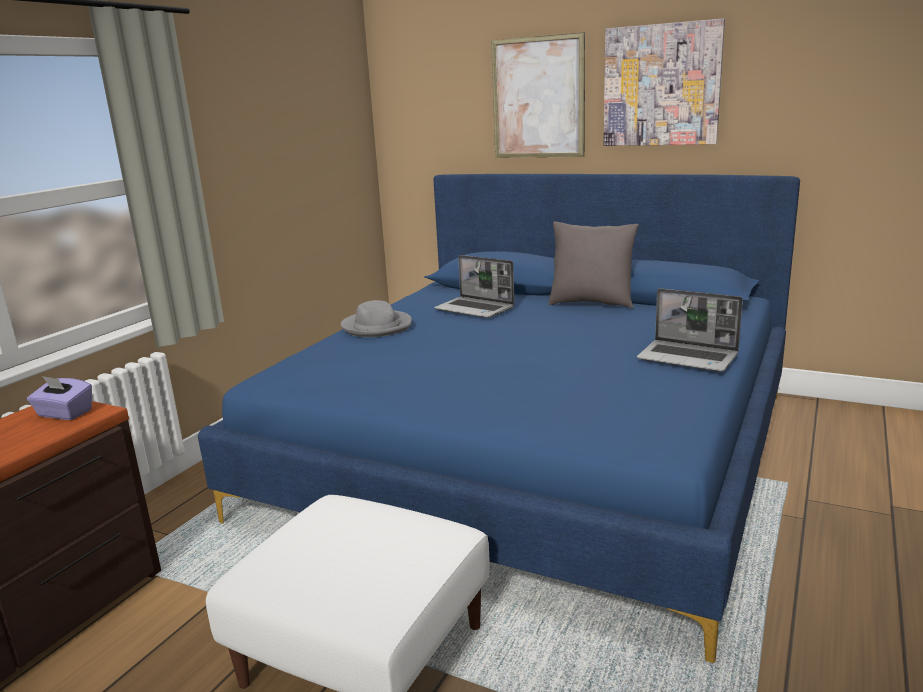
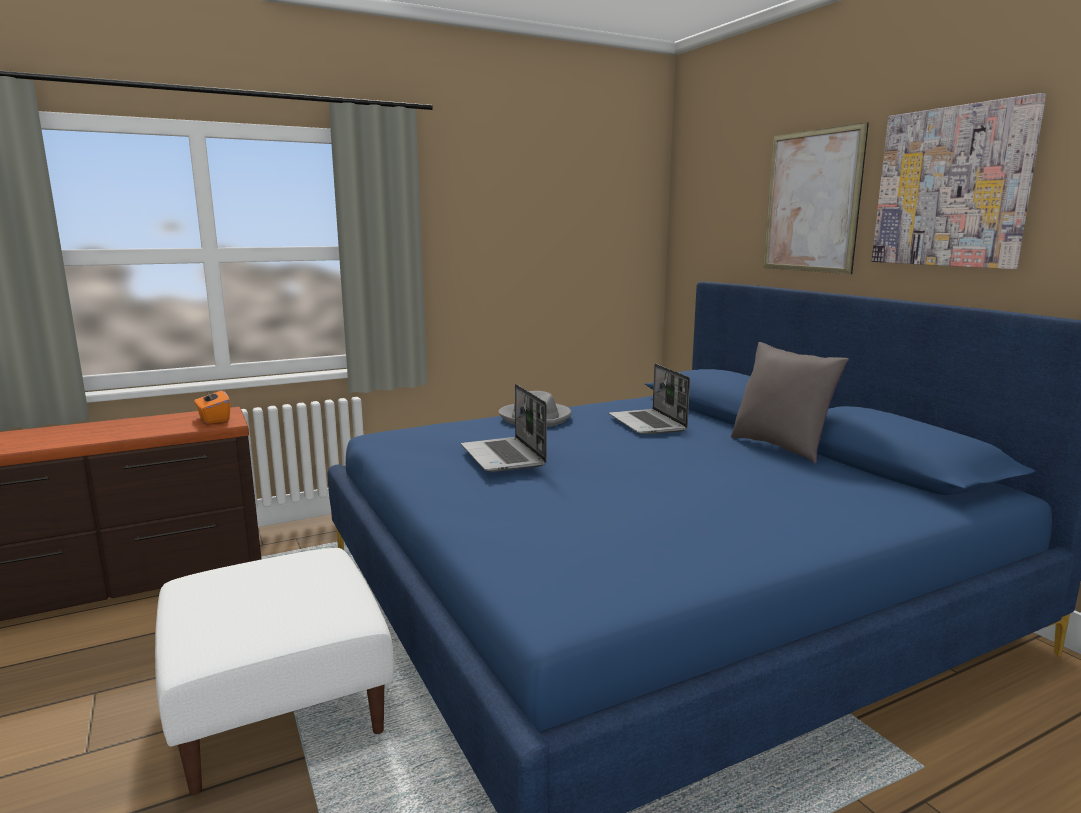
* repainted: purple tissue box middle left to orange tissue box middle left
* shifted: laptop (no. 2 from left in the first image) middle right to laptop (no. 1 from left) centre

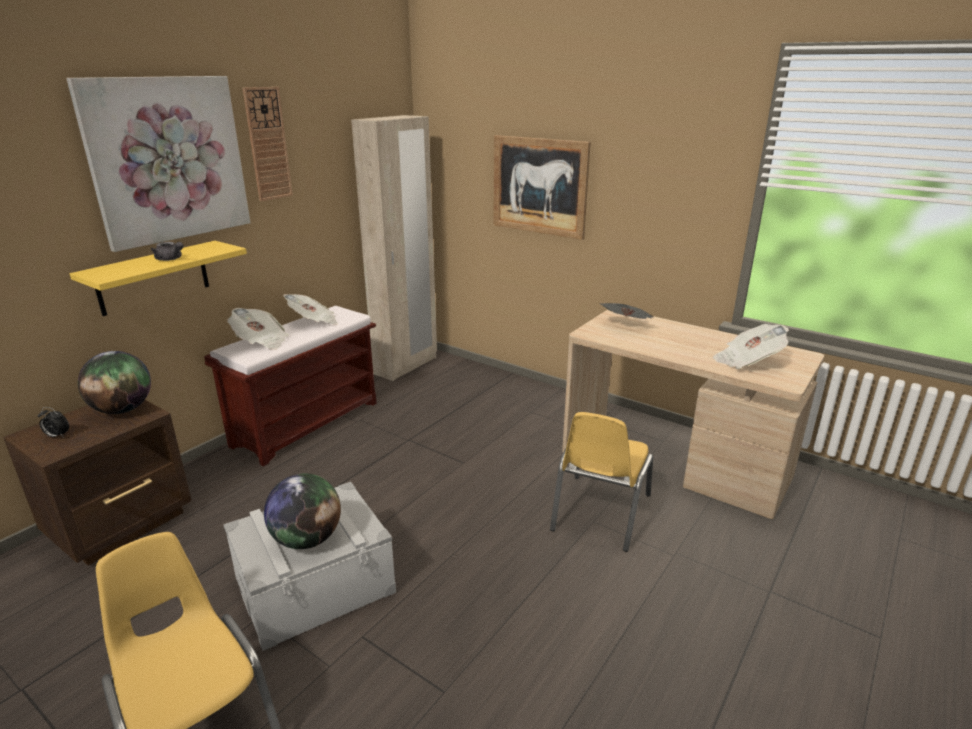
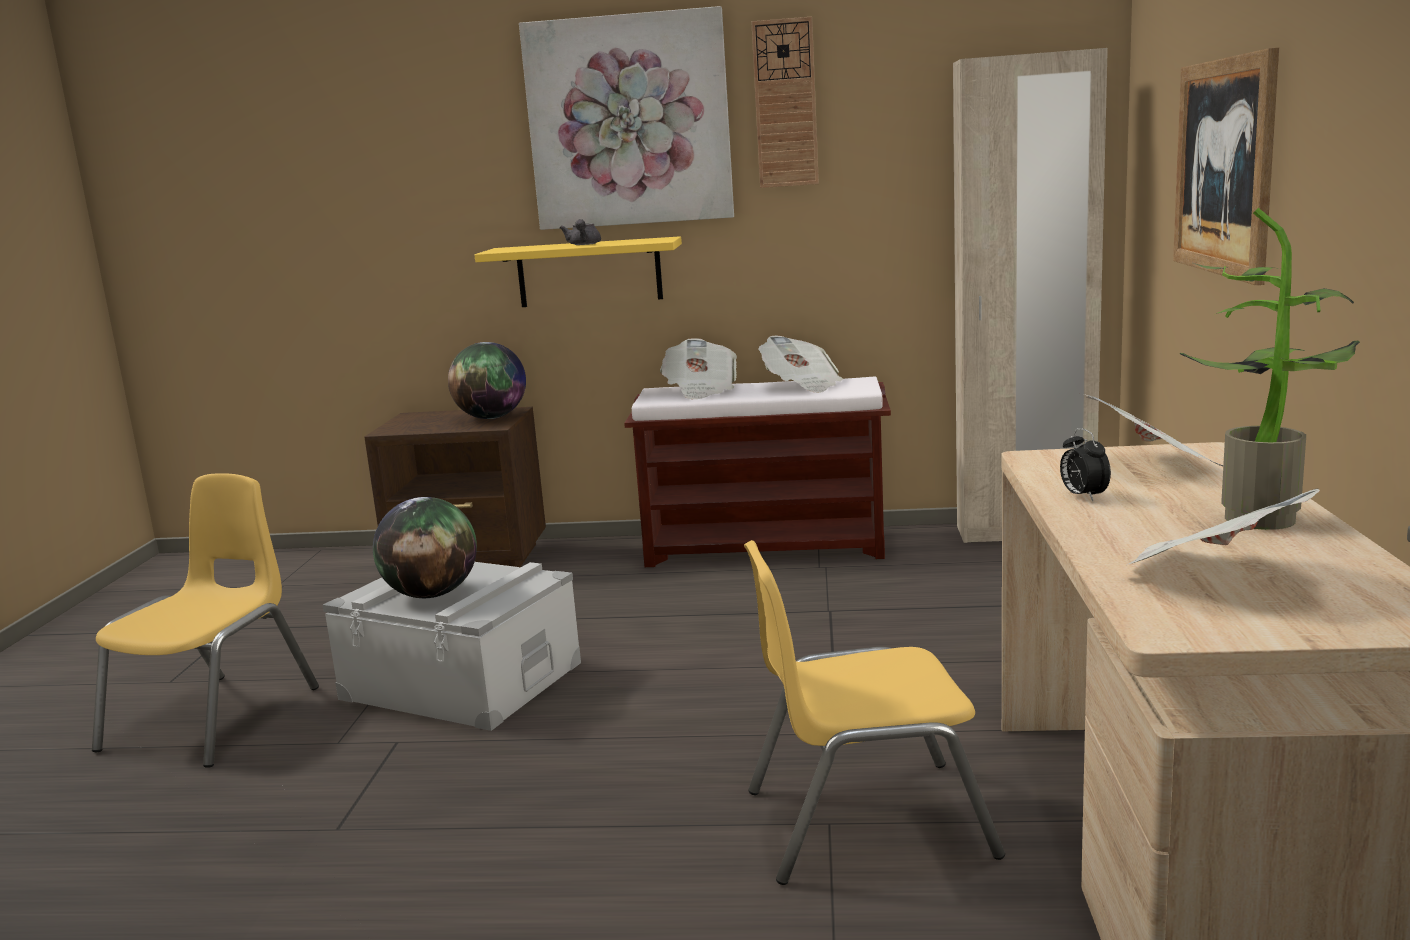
* shifted: alarm clock middle left to middle right
* new: potted plant middle right

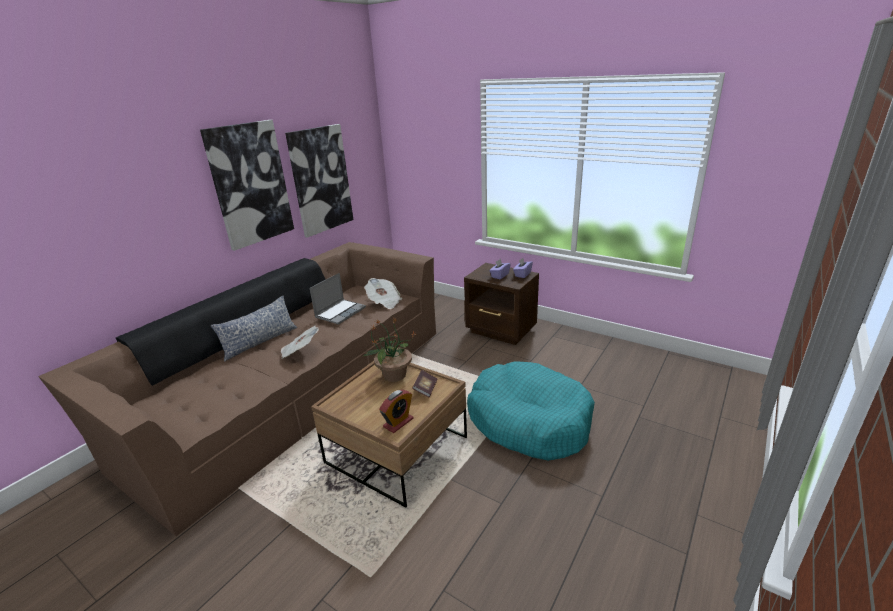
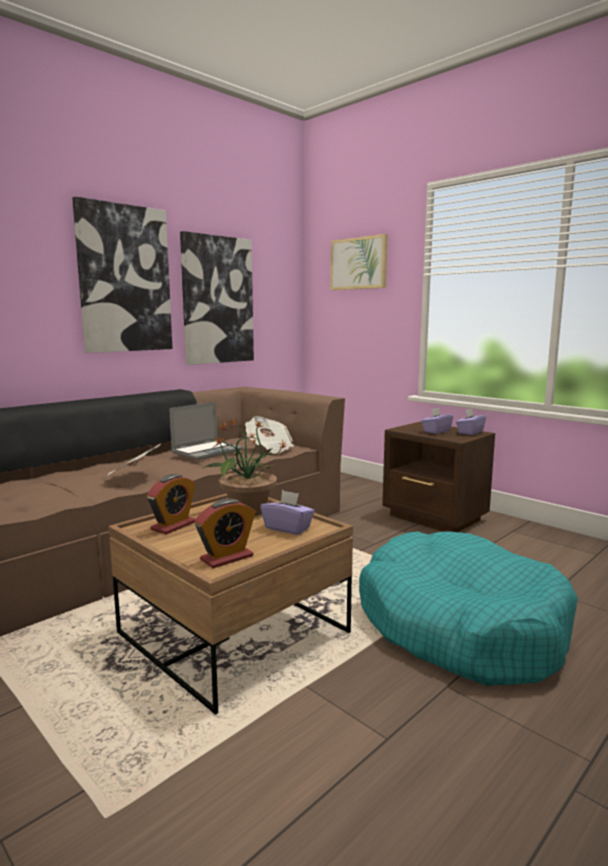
* new: alarm clock (no. 1 from left) middle left
* swapped: book centre to purple tissue box (no. 1 from left) centre
* new: picture (no. 3 from left) top centre
* gone: pillow middle left

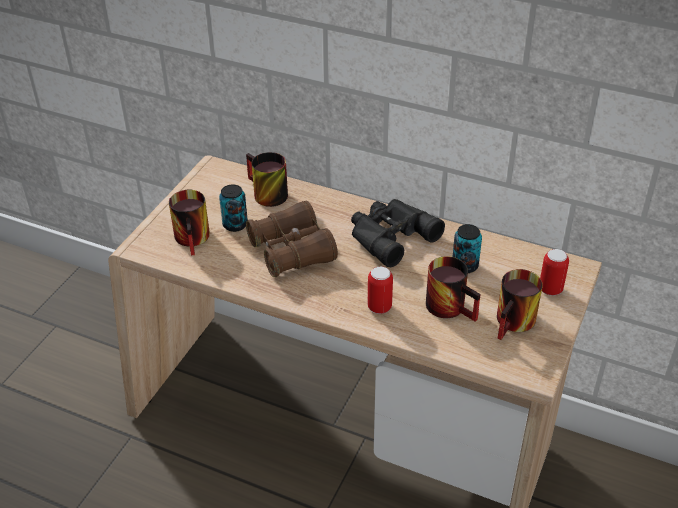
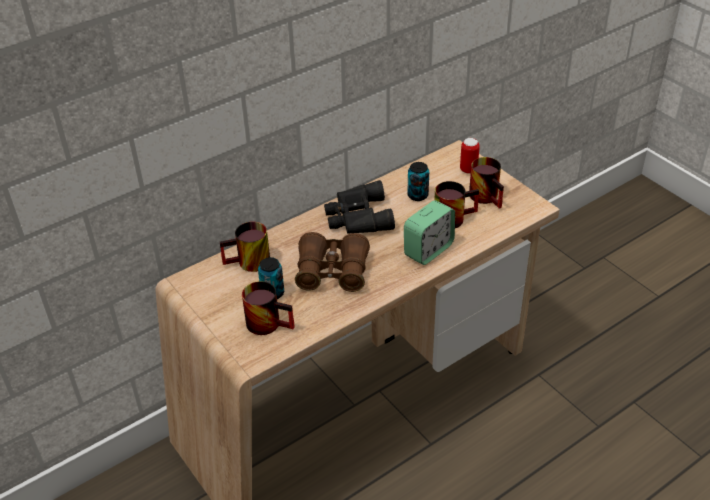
* swapped: can (no. 2 from left) centre to alarm clock centre

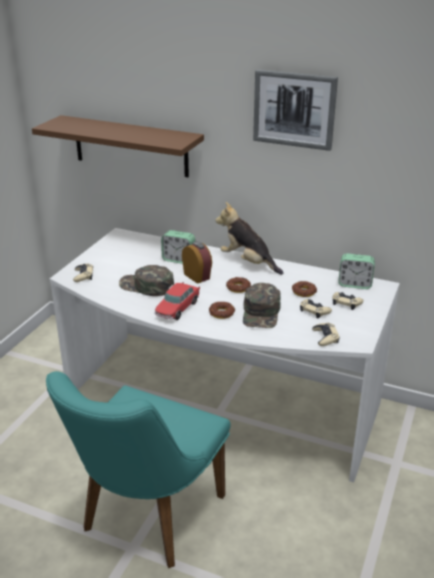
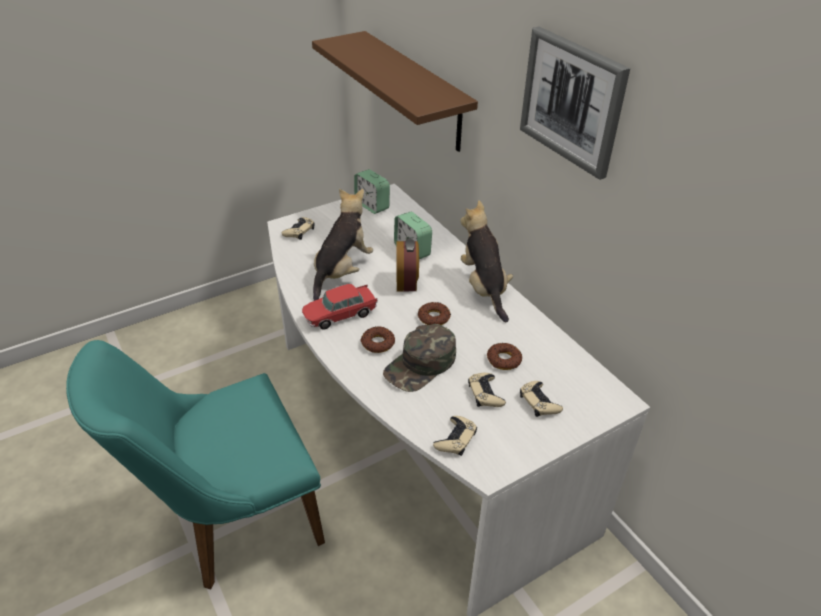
* swapped: green cap (no. 1 from left) centre to plush toy (no. 1 from left) centre
* shifted: alarm clock (no. 3 from left in the first image) middle right to alarm clock (no. 1 from left) top centre

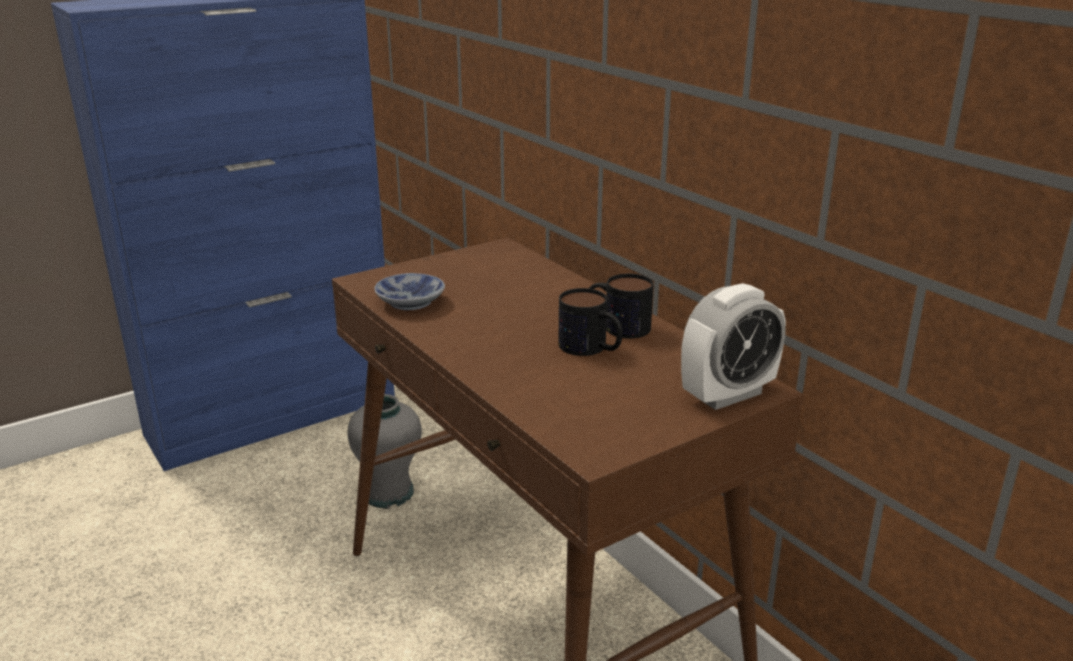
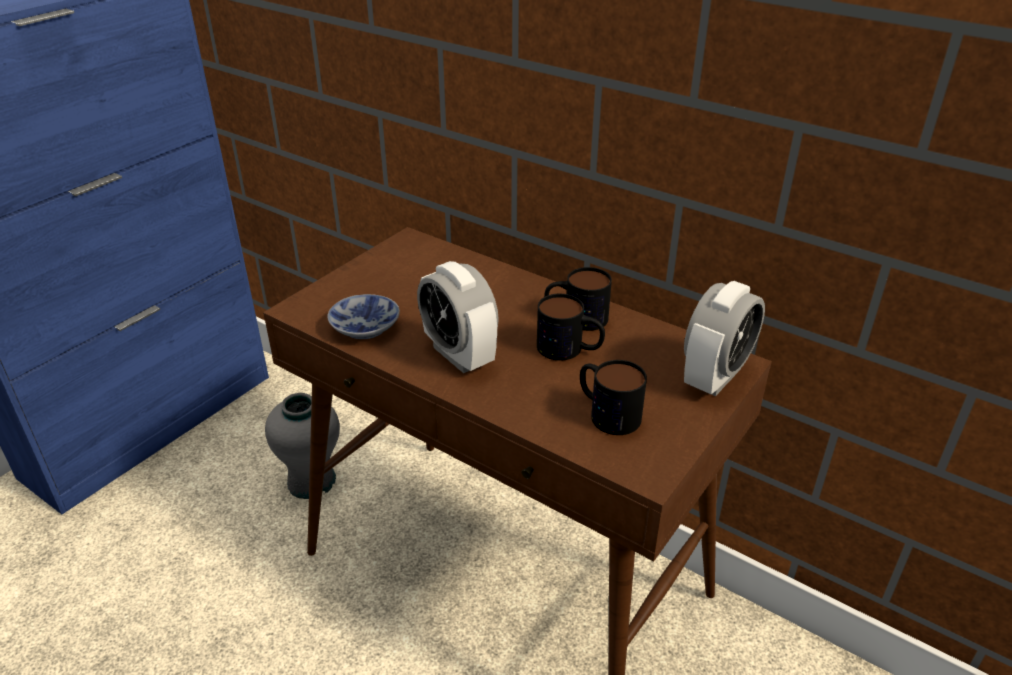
* new: alarm clock (no. 1 from left) centre
* new: mug (no. 3 from left) centre

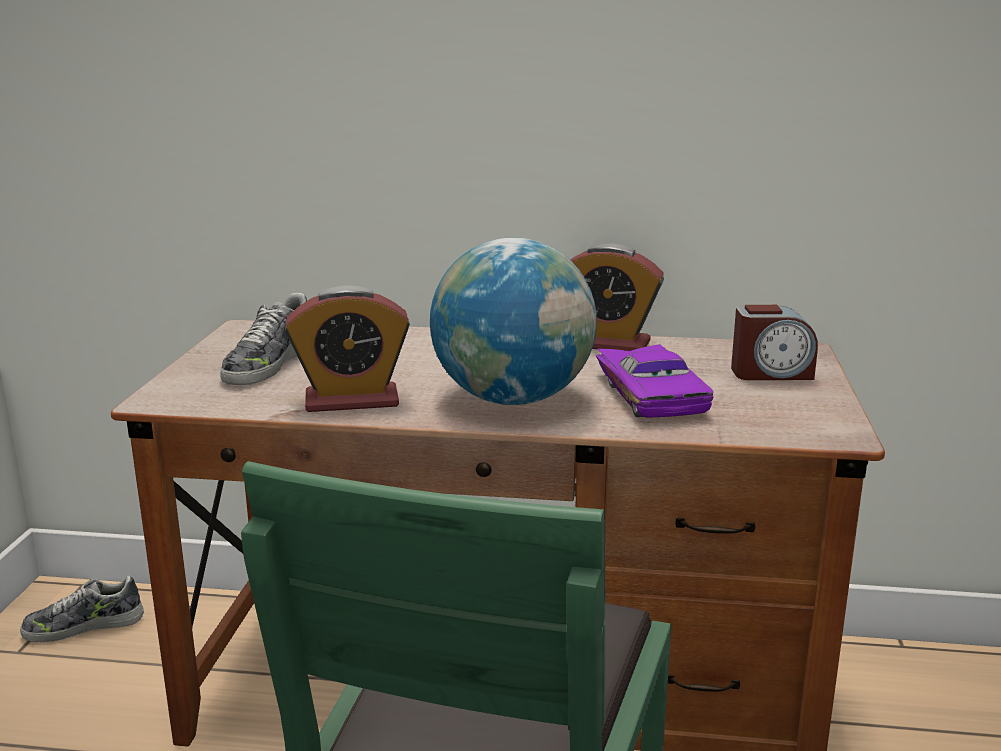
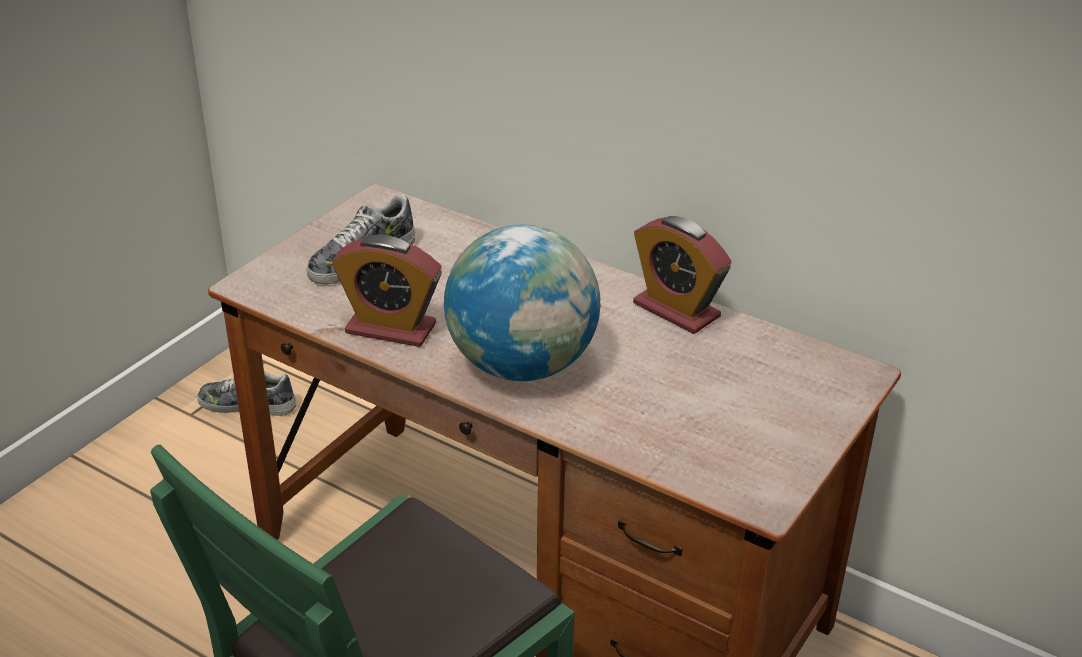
* gone: purple toy car centre
* gone: alarm clock (no. 3 from left) middle right

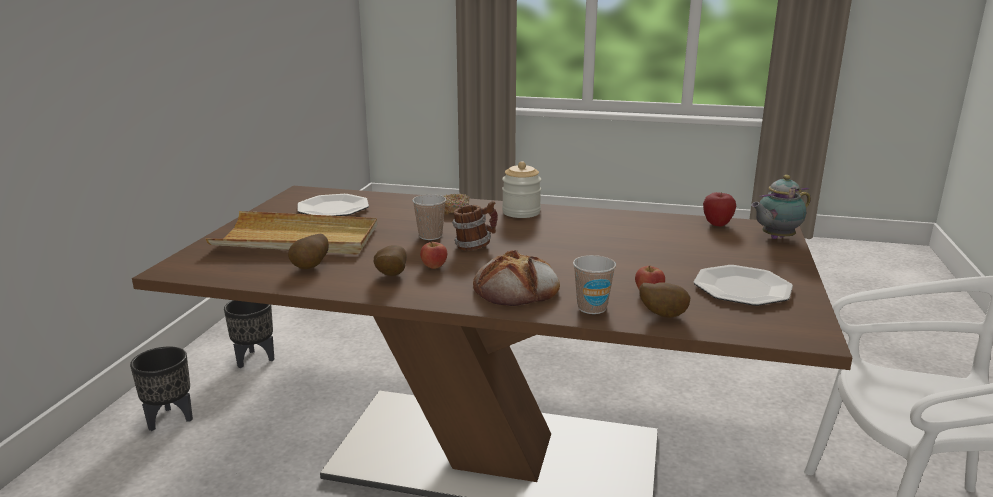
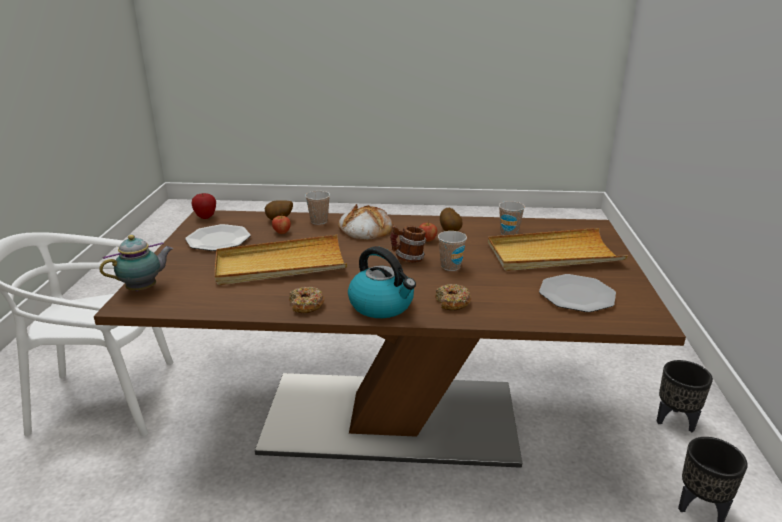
* shifted: apple (no. 3 from left in the first image) middle right to apple (no. 1 from left) middle left
* new: beige tray (no. 1 from left) centre
* new: donut (no. 1 from left) centre
* swapped: jar centre to kettle centre
* swapped: potato (no. 1 from left) middle left to cup (no. 3 from left) centre

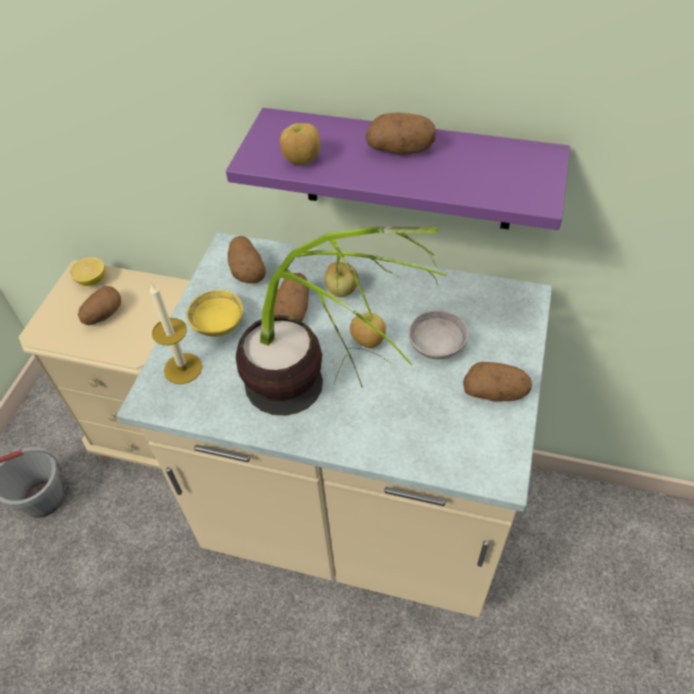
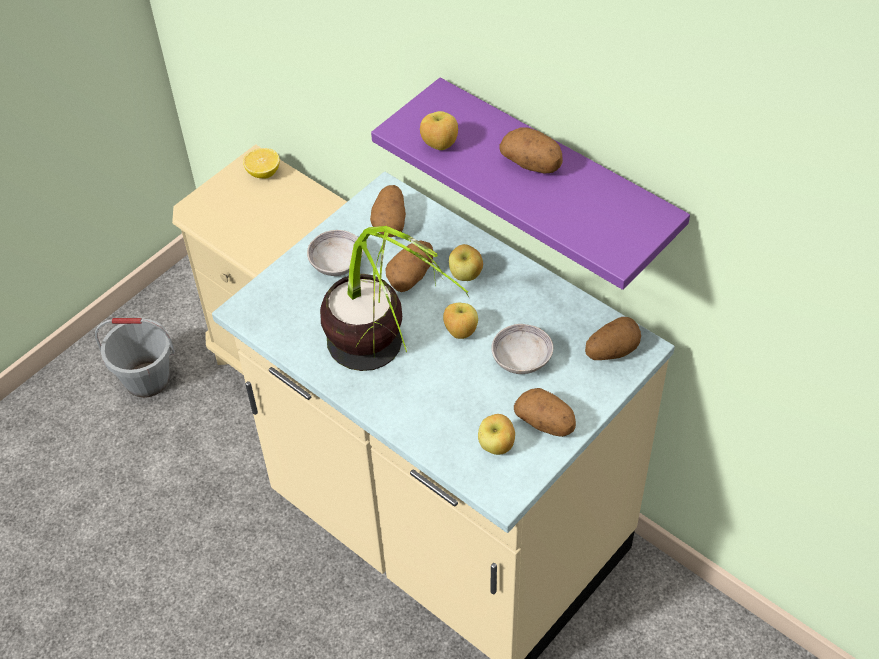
* repainted: yellow bowl middle left to grey bowl (no. 1 from left) centre
* new: apple (no. 4 from left) centre
* shifted: potato (no. 1 from left in the first image) middle left to potato (no. 5 from left) middle right
* gone: candle middle left

